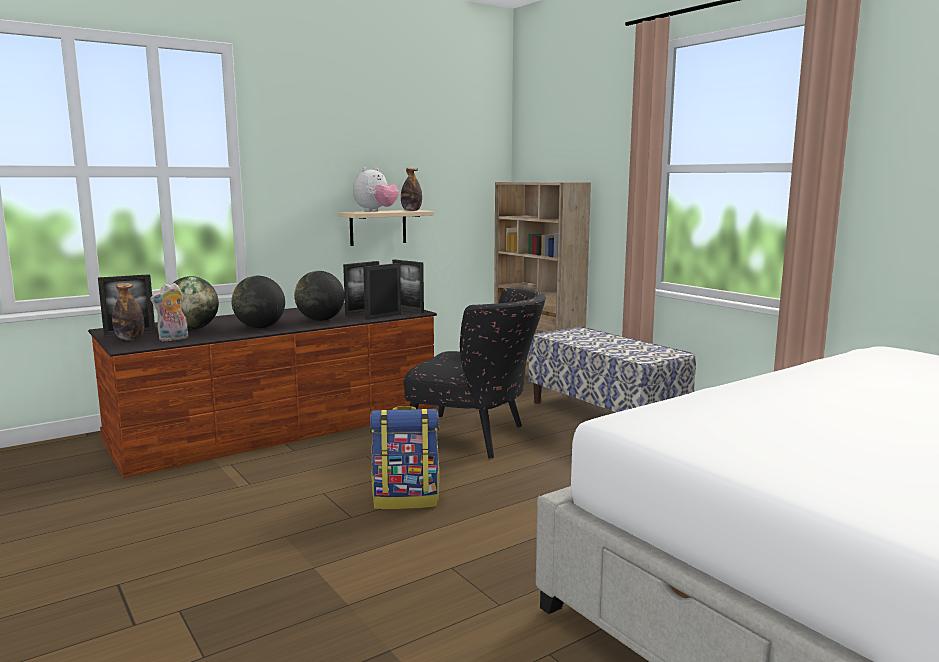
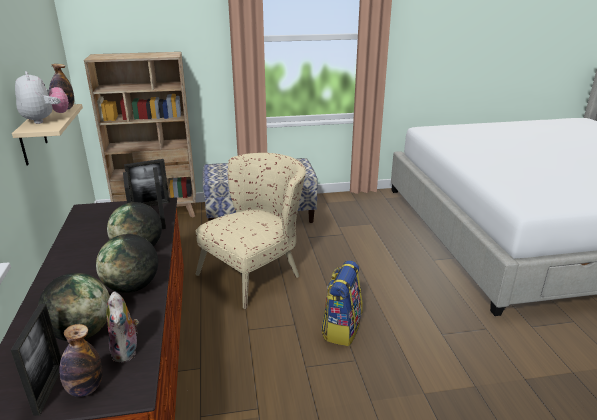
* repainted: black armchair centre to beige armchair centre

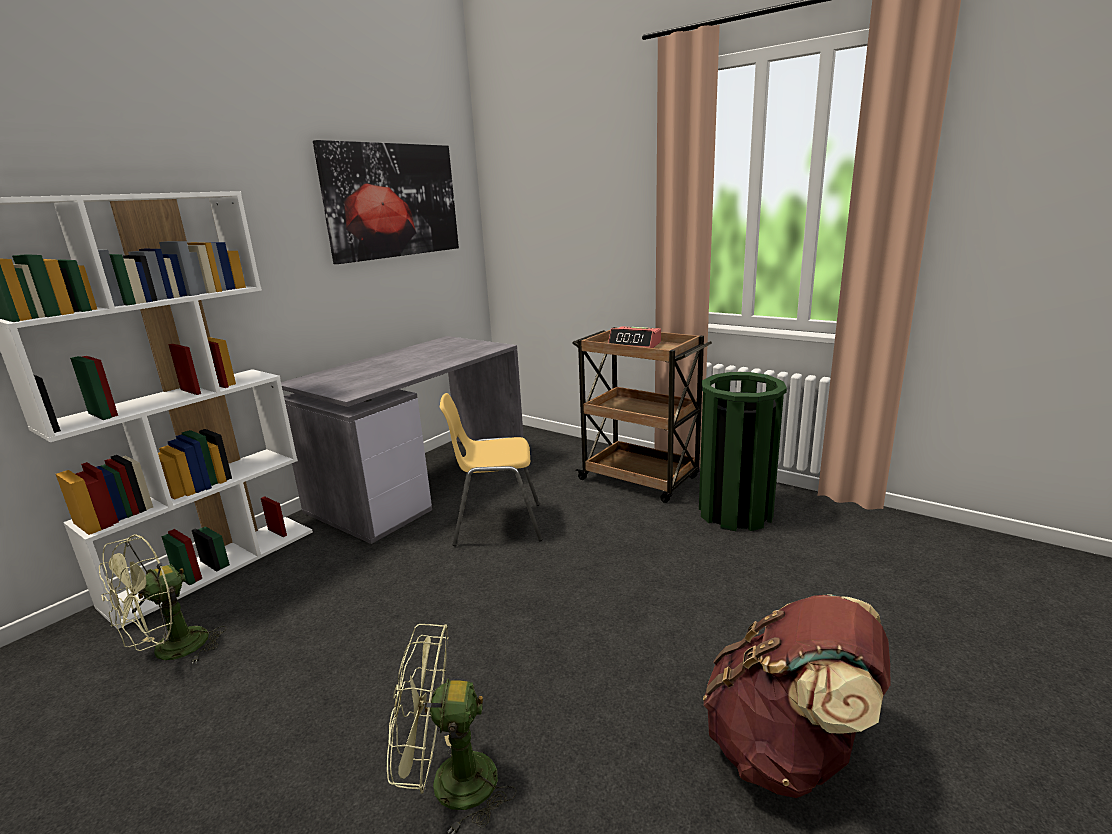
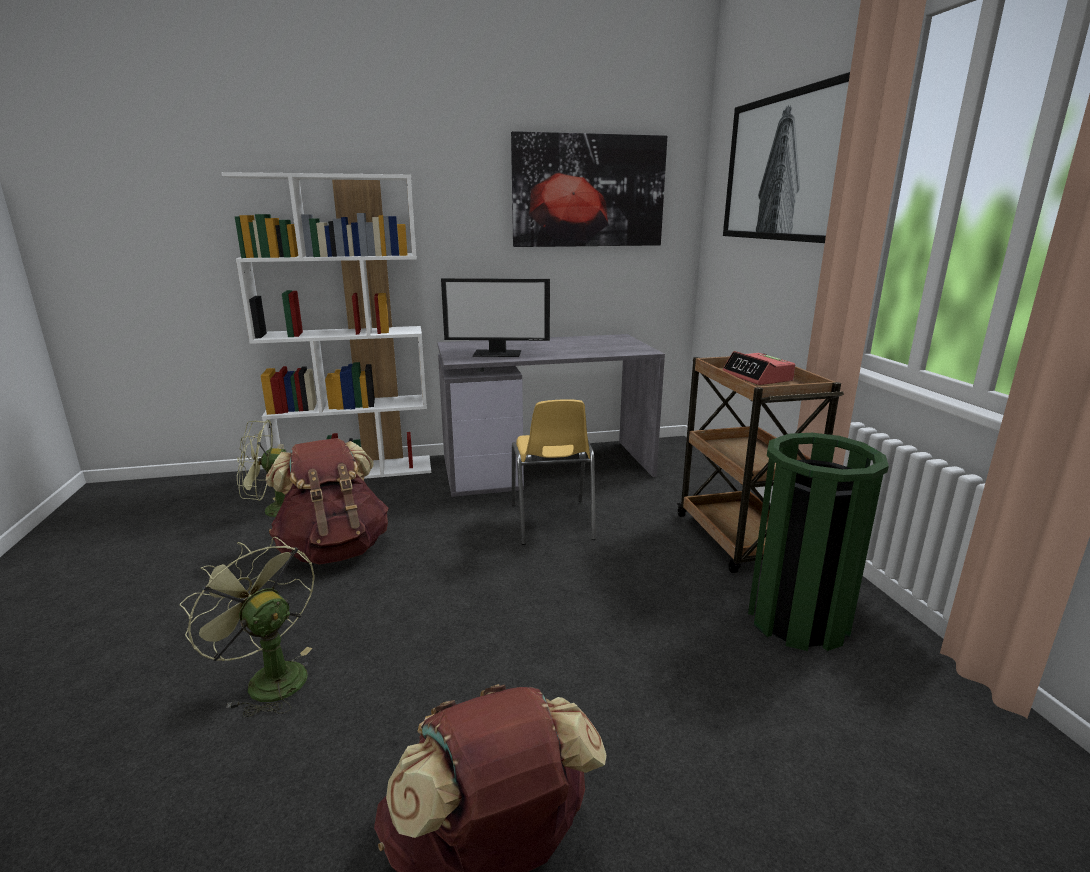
* new: brown backpack (no. 1 from left) middle left
* new: monitor centre
* rotated: yellow chair centre = centre 135 degrees counterclockwise
* new: picture (no. 2 from left) top right

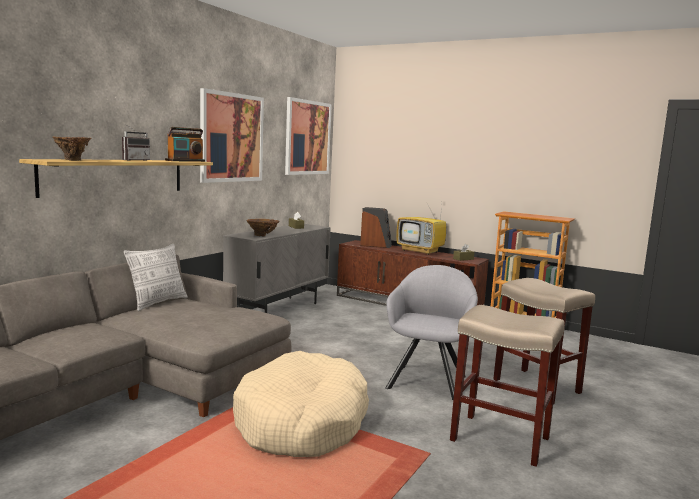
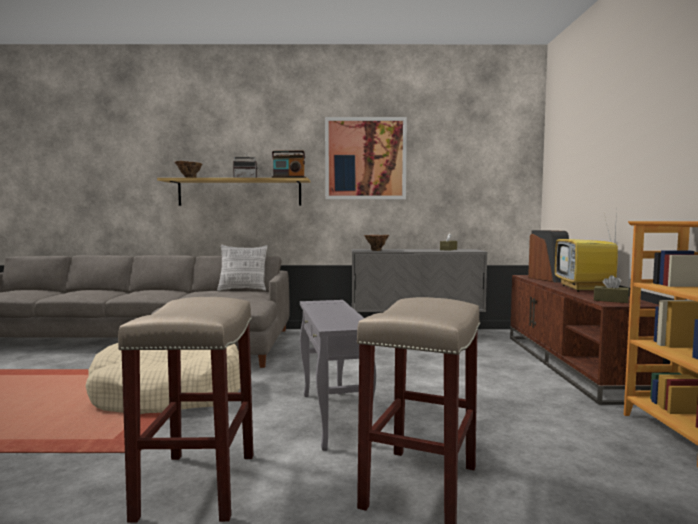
* swapped: grey armchair centre to grey side table bottom centre
* gone: picture (no. 2 from left) top centre

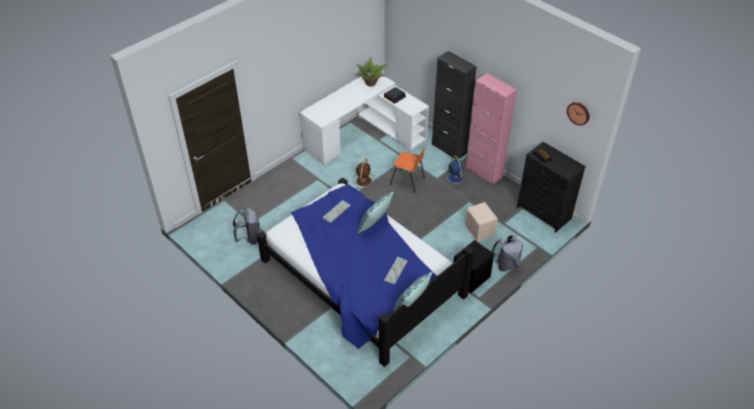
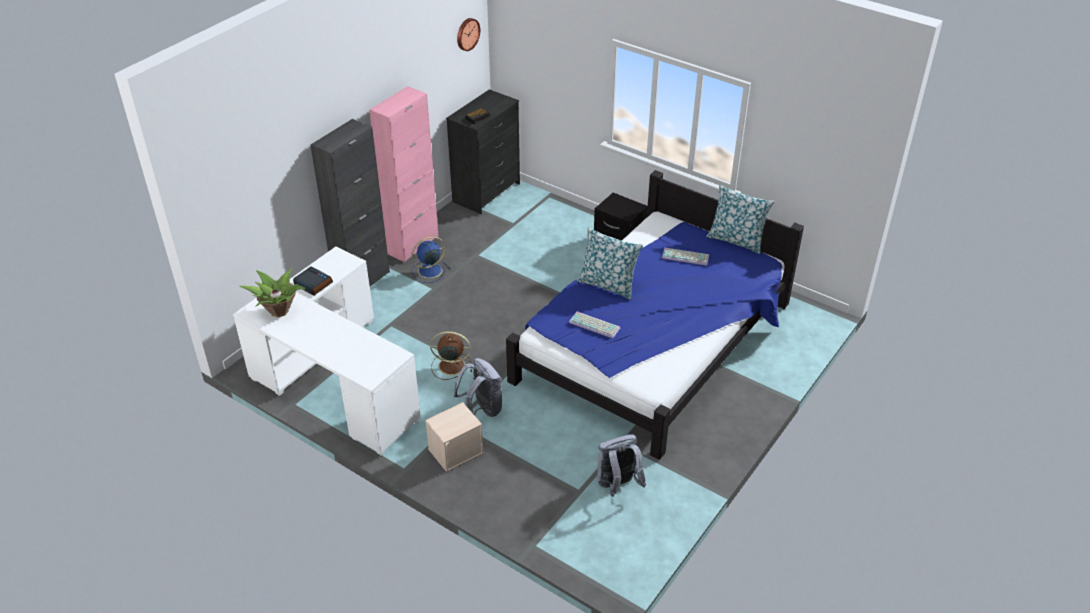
* shifted: beige storage box centre to bottom centre
* shifted: grey backpack (no. 2 from left in the first image) middle right to grey backpack (no. 1 from left) centre
* gone: orange chair centre

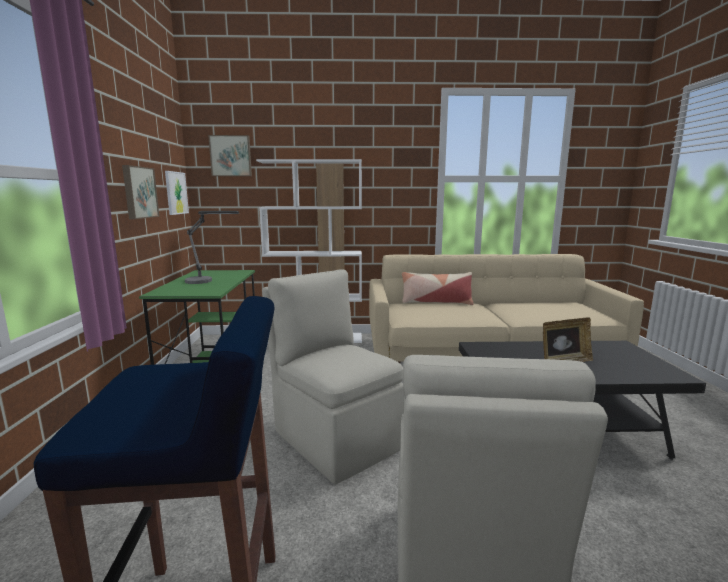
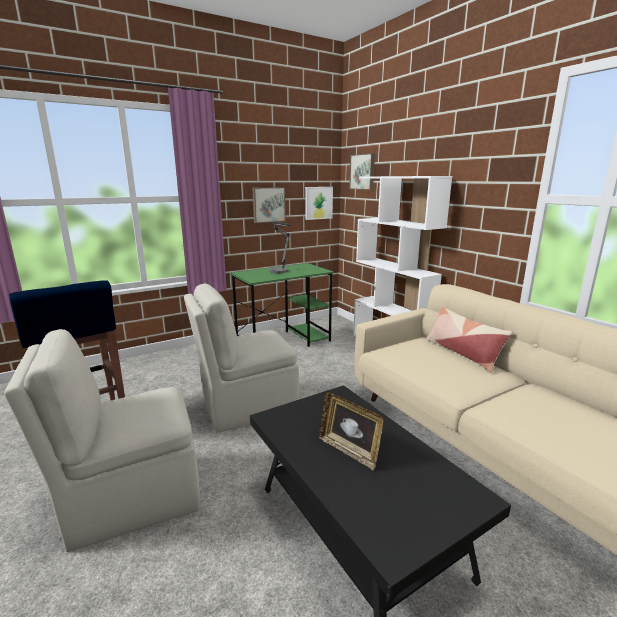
* rotated: beige chair (no. 1 from left in the first image) centre = centre 135 degrees counterclockwise

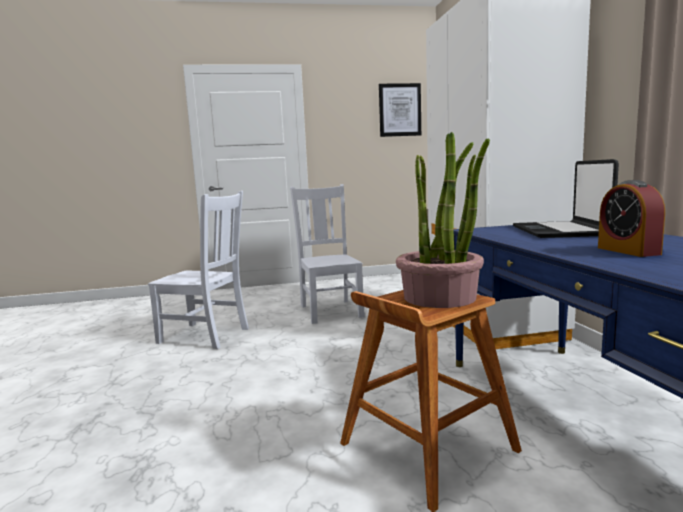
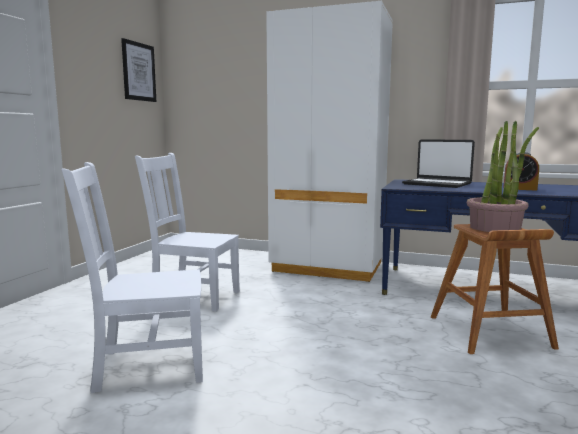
* rotated: white chair (no. 1 from left) middle left = middle left 150 degrees counterclockwise

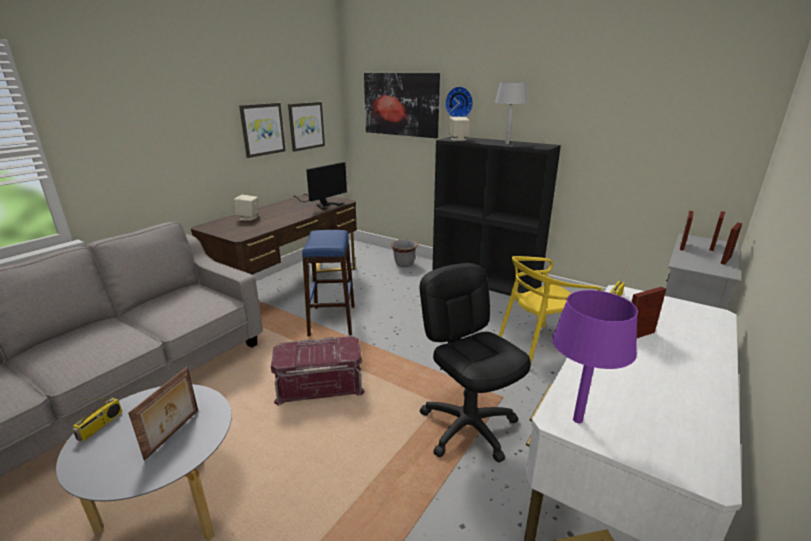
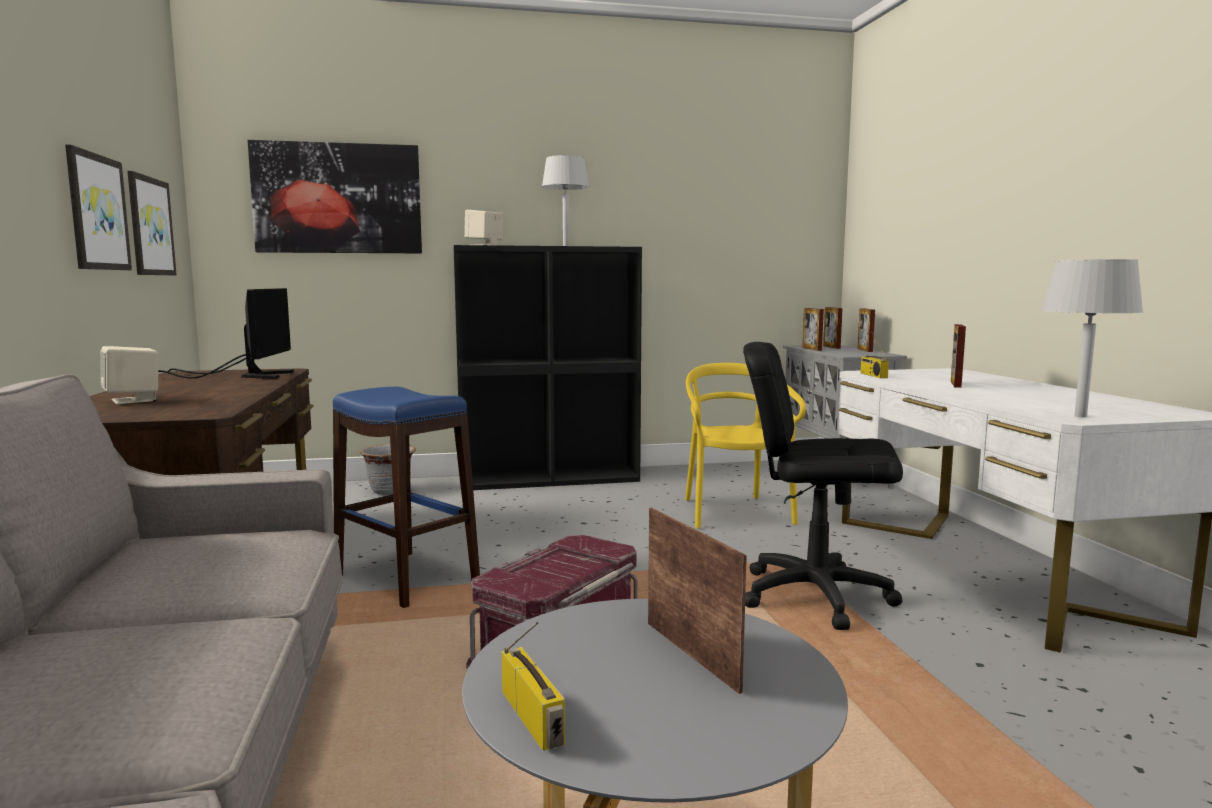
* rotated: yellow chair middle right = centre 150 degrees clockwise
* repainted: purple table lamp middle right to grey table lamp (no. 2 from left) middle right
* gone: wall clock top centre

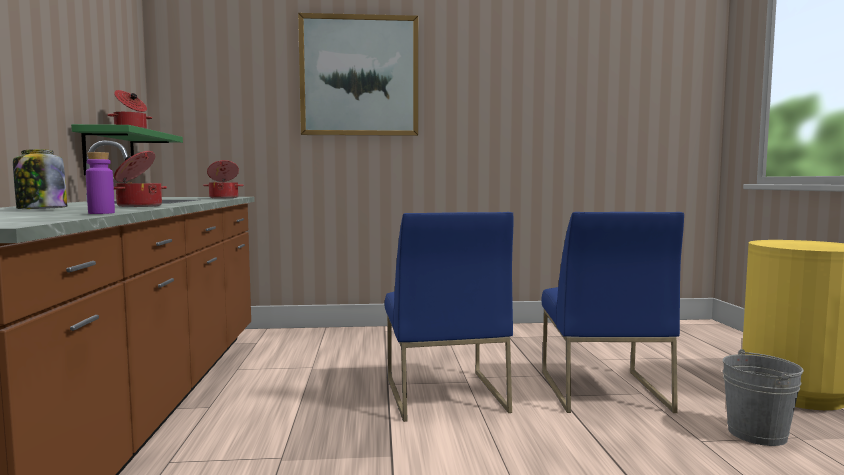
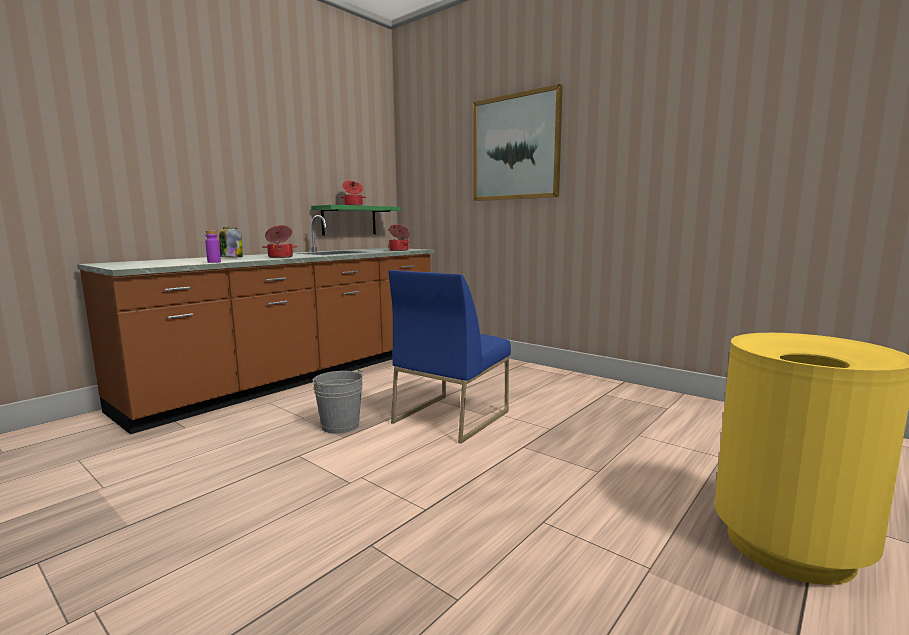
* shifted: grey bucket bottom right to centre
* gone: blue chair (no. 2 from left) middle right

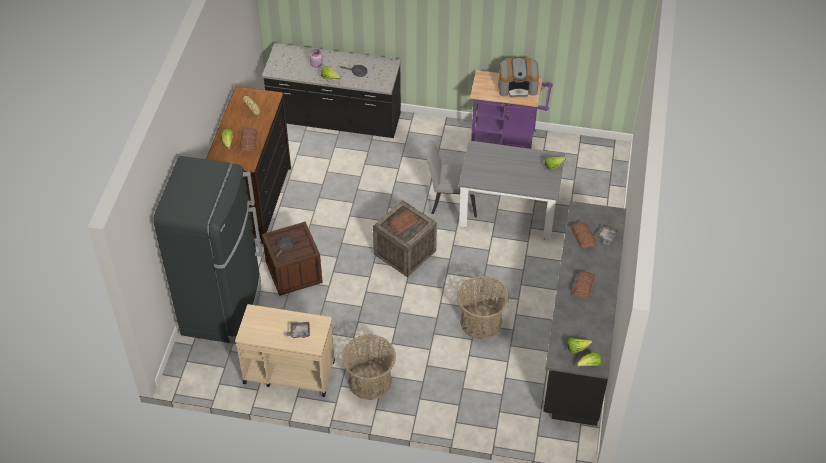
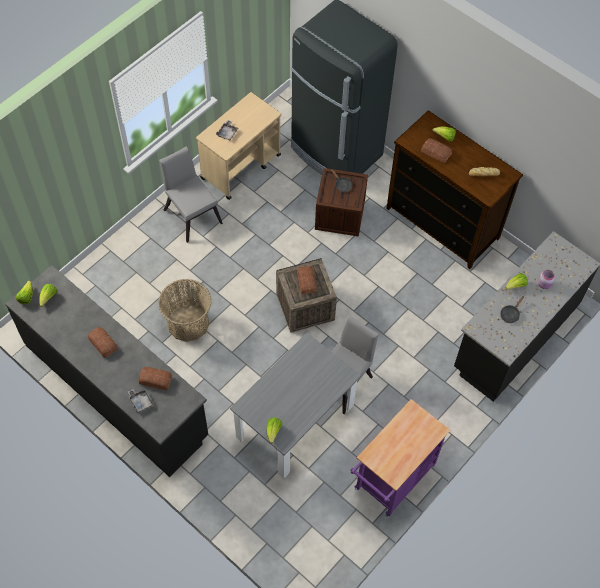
* swapped: basket (no. 1 from left) bottom centre to grey chair (no. 1 from left) top left
* gone: coffee machine top centre

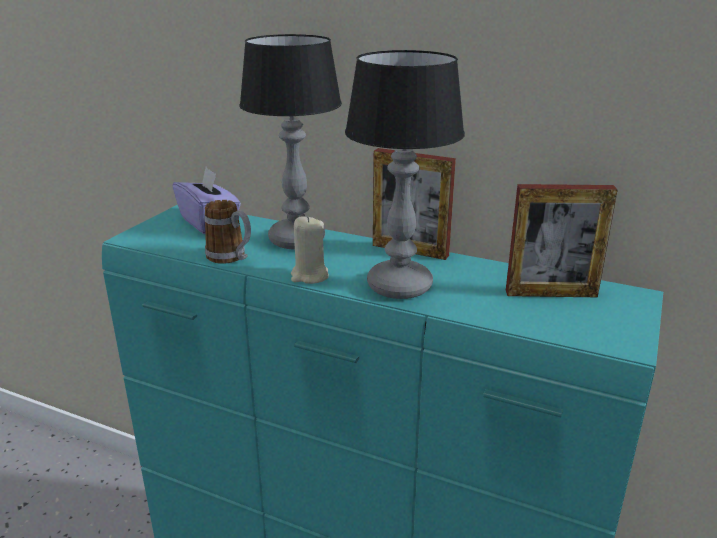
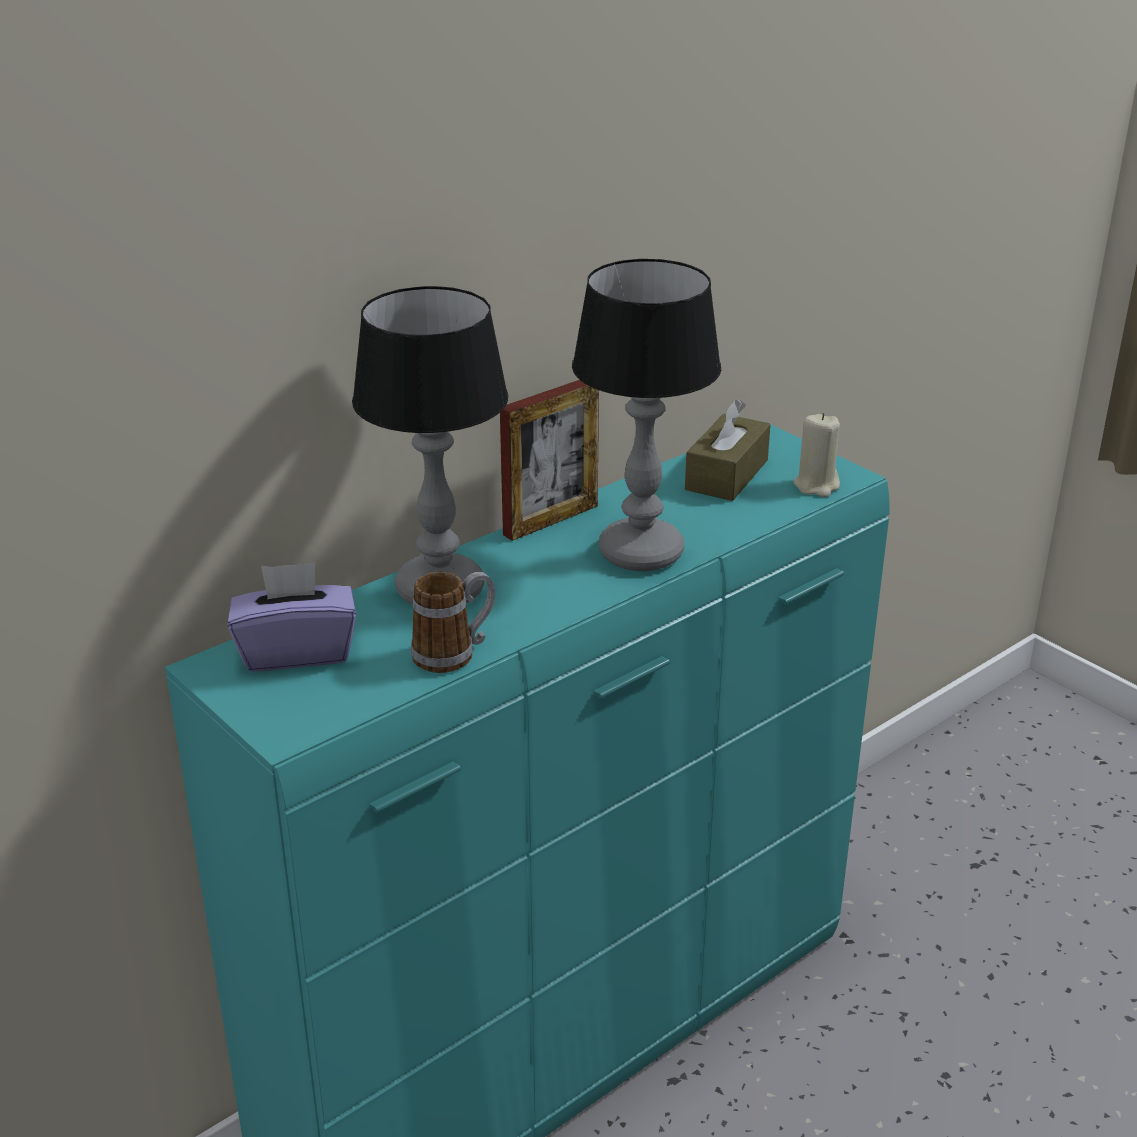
* swapped: picture frame (no. 2 from left) middle right to brown tissue box centre
* shifted: beige candle centre to middle right

